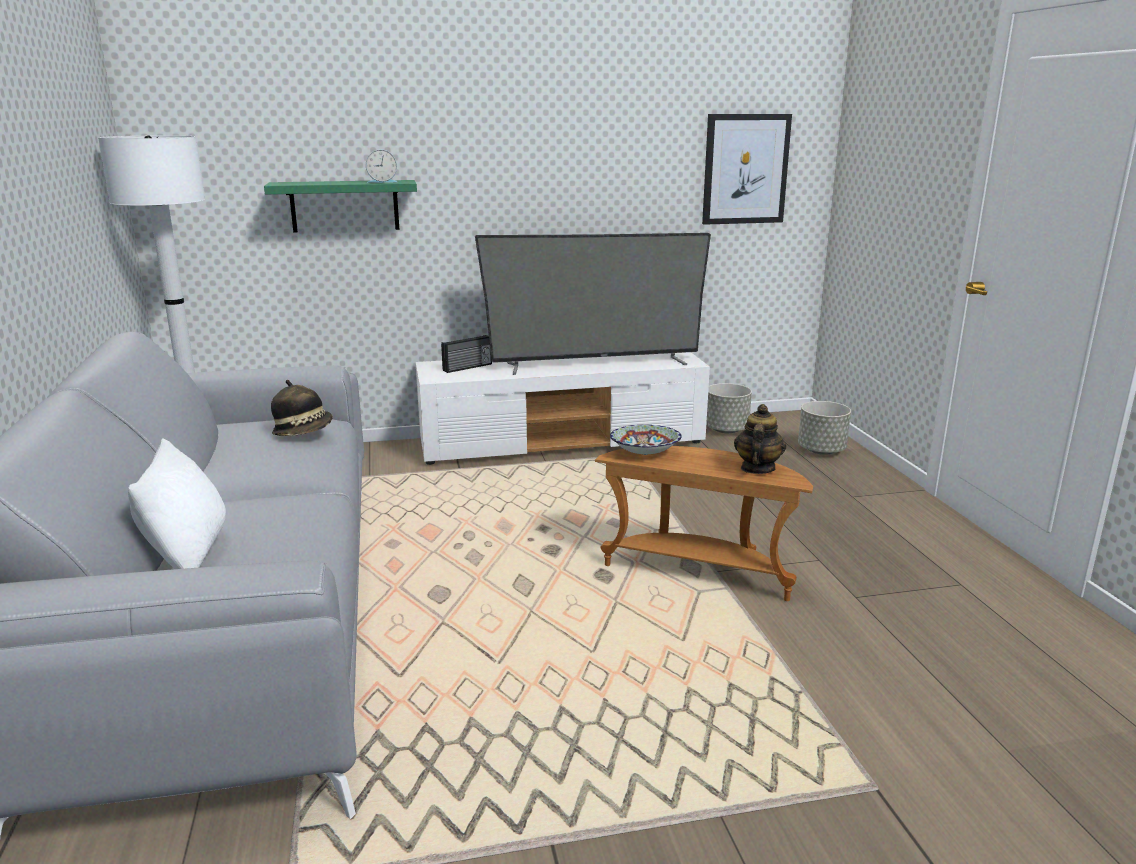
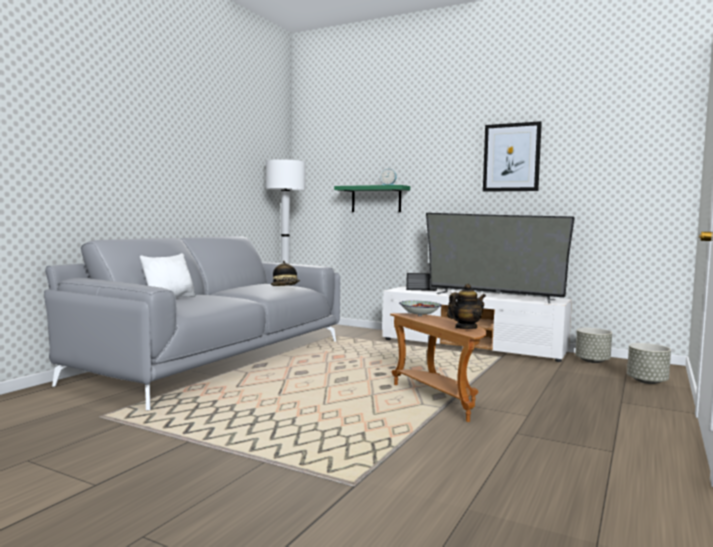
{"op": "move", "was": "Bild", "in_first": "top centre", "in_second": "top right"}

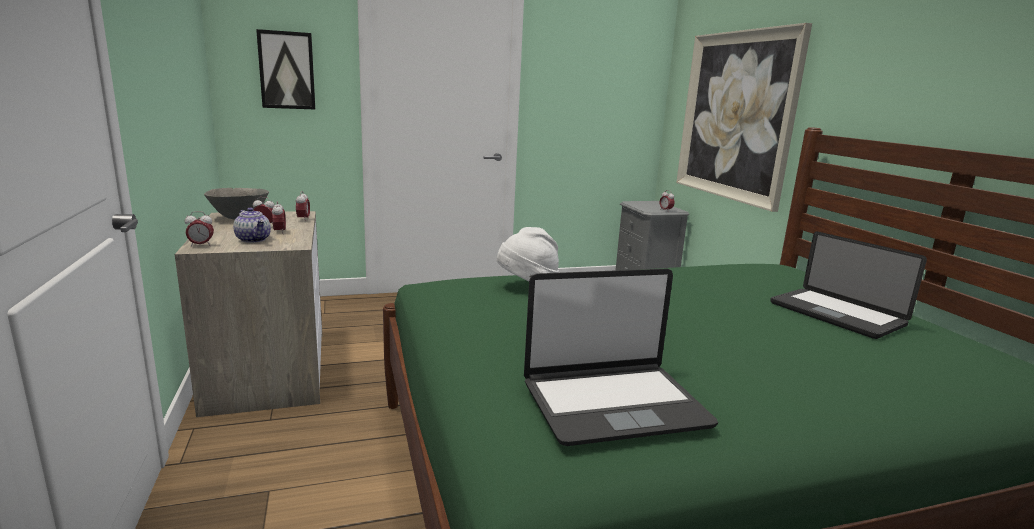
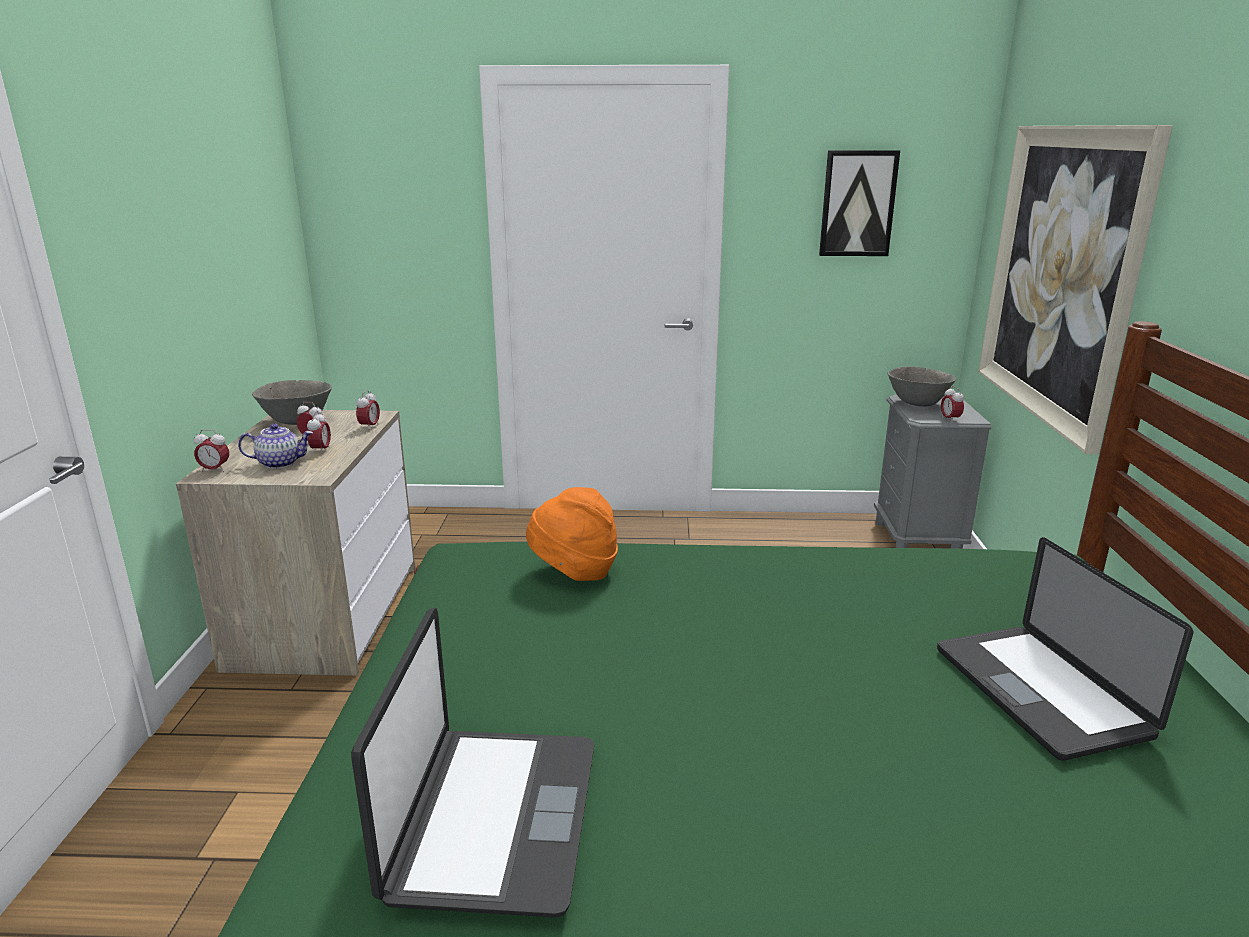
{"op": "insert", "now": "Schüssel [grau] (2nd from left)", "in_second": "middle right"}
{"op": "move", "was": "Bild (1st from left)", "in_first": "top left", "in_second": "top right"}
{"op": "recolor", "was": "Hut [weiß]", "now": "Hut [orange]", "in_first": "centre", "in_second": "centre"}
{"op": "rotate", "was": "Teekanne", "in_first": "middle left", "in_second": "middle left", "clockwise": -75}
{"op": "rotate", "was": "Laptop (1st from left)", "in_first": "bottom centre", "in_second": "bottom centre", "clockwise": -90}

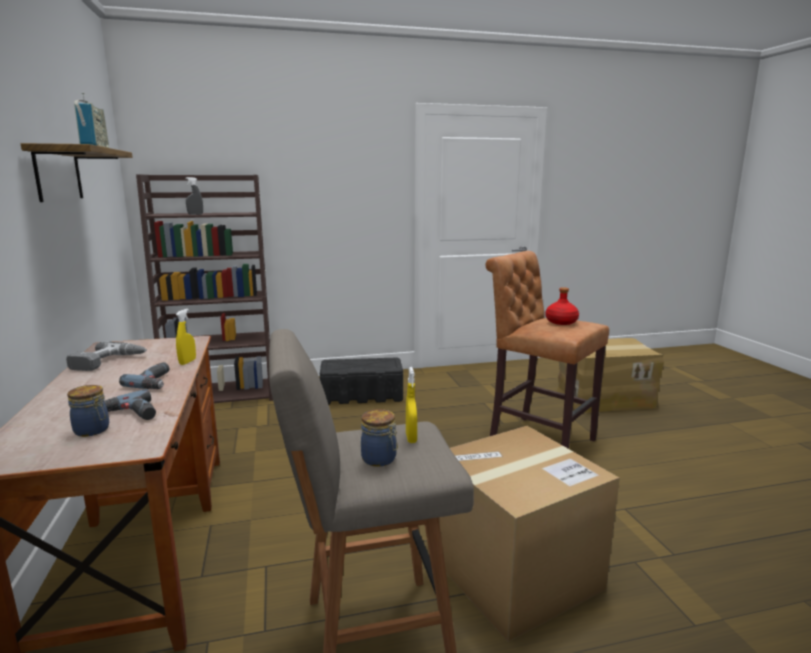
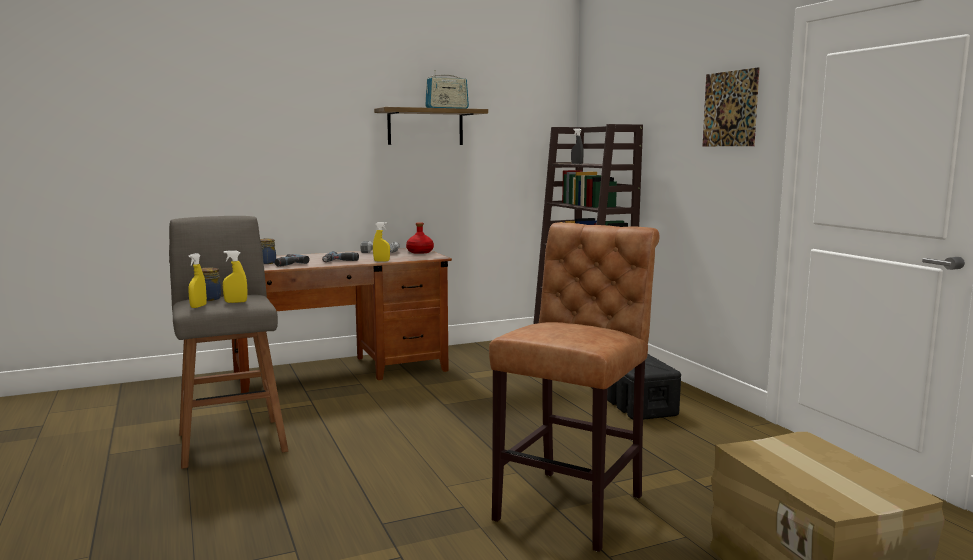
{"op": "delete", "was": "Karton (1st from left)", "in_first": "bottom centre"}
{"op": "insert", "now": "Sprühflasche [gelb] (1st from left)", "in_second": "middle left"}
{"op": "insert", "now": "Bild", "in_second": "top right"}
{"op": "move", "was": "Flasche [rot]", "in_first": "middle right", "in_second": "centre"}

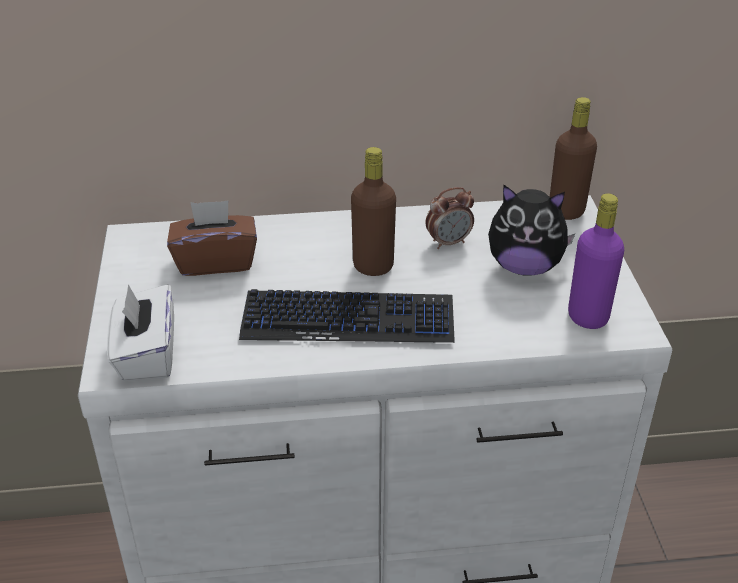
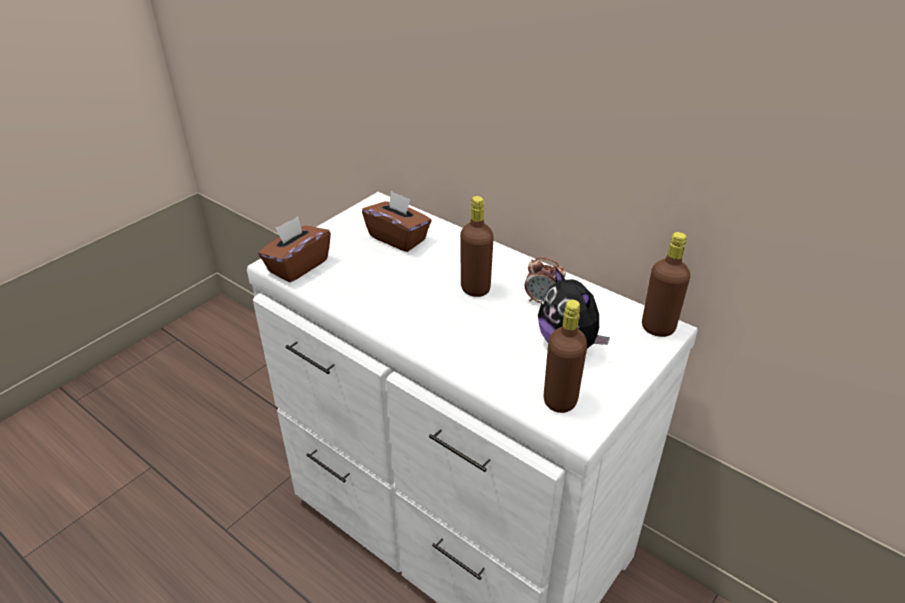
{"op": "delete", "was": "Tastatur", "in_first": "centre"}
{"op": "recolor", "was": "Taschentuchbox [weiß]", "now": "Taschentuchbox [braun] (1st from left)", "in_first": "middle left", "in_second": "middle left"}
{"op": "recolor", "was": "Flasche [lila]", "now": "Flasche [braun] (2nd from left)", "in_first": "middle right", "in_second": "centre"}

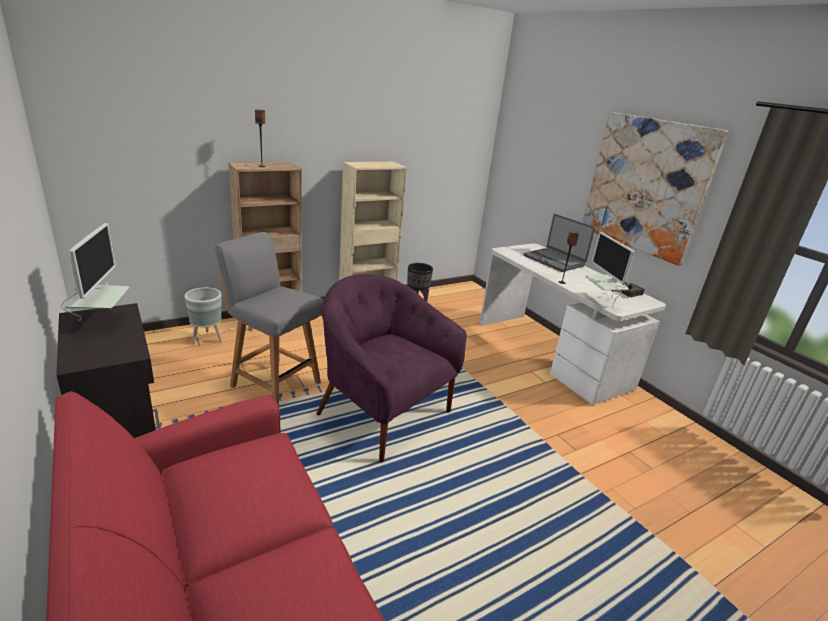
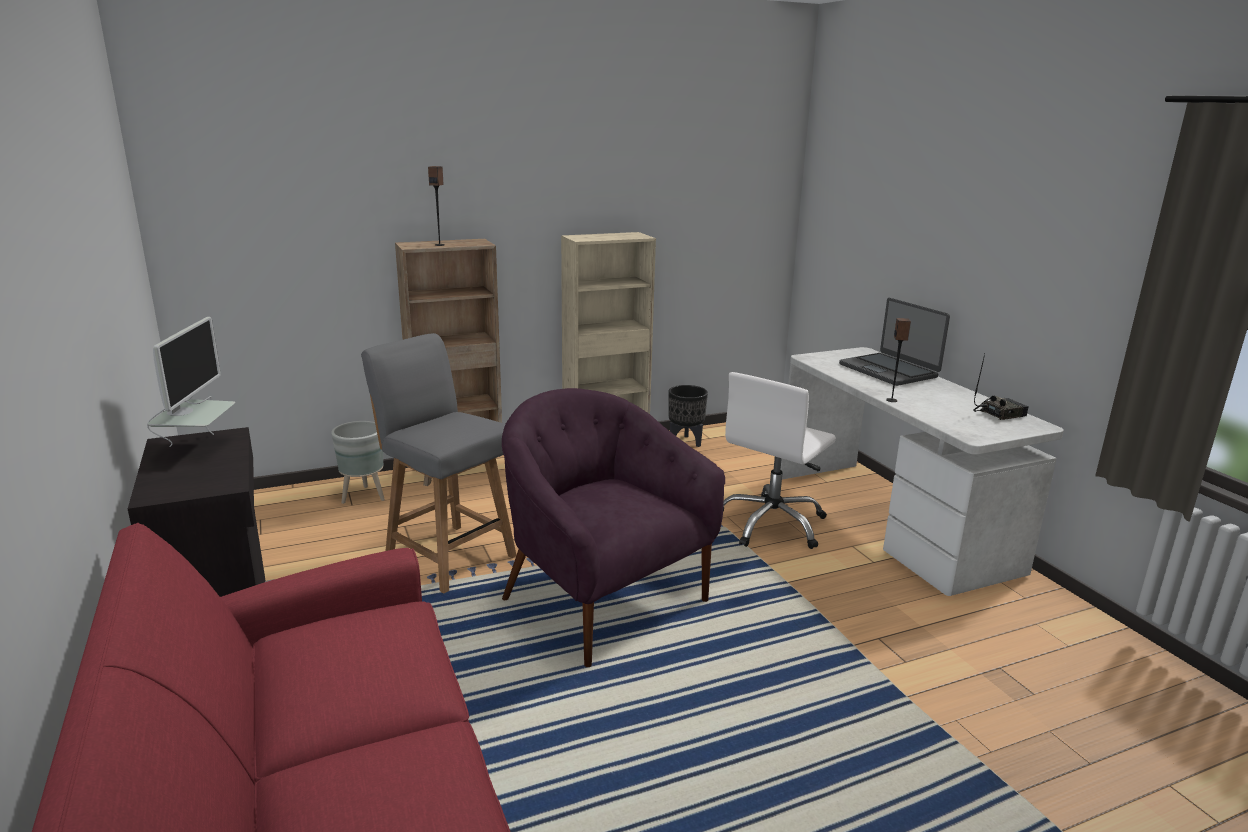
{"op": "delete", "was": "Bild", "in_first": "top right"}
{"op": "delete", "was": "Monitor (2nd from left)", "in_first": "middle right"}
{"op": "insert", "now": "Bürostuhl [weiß]", "in_second": "centre"}

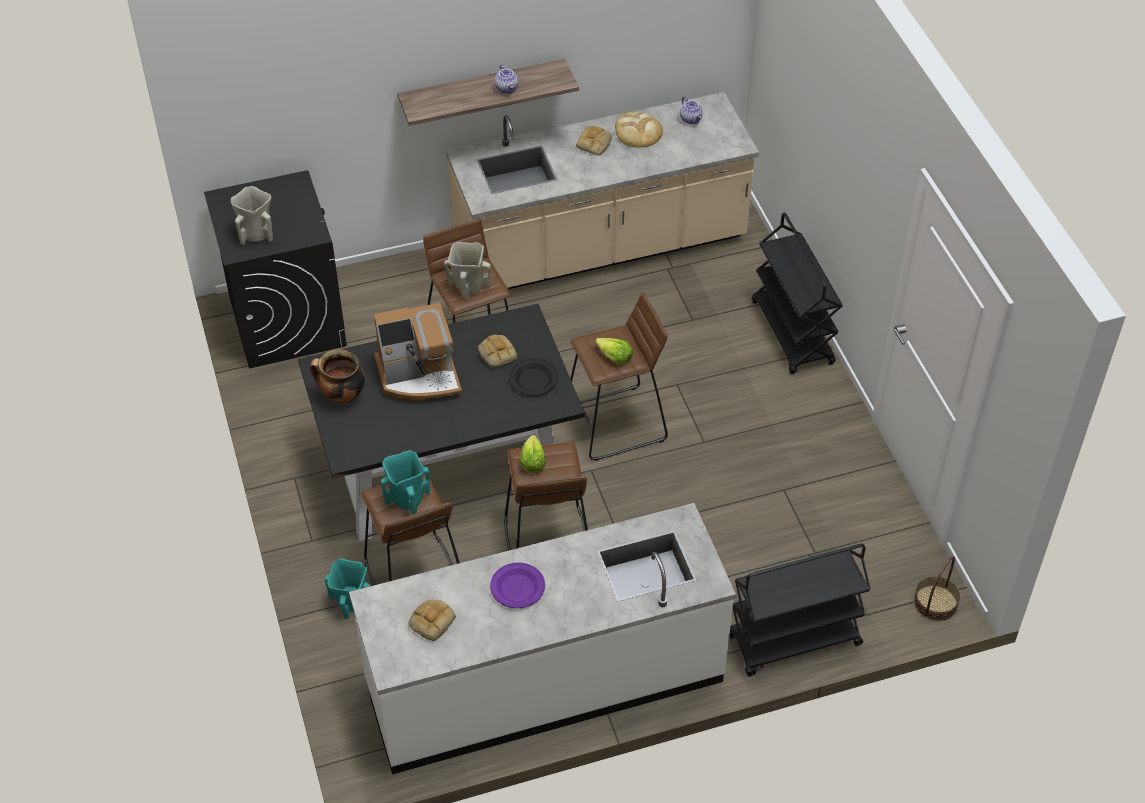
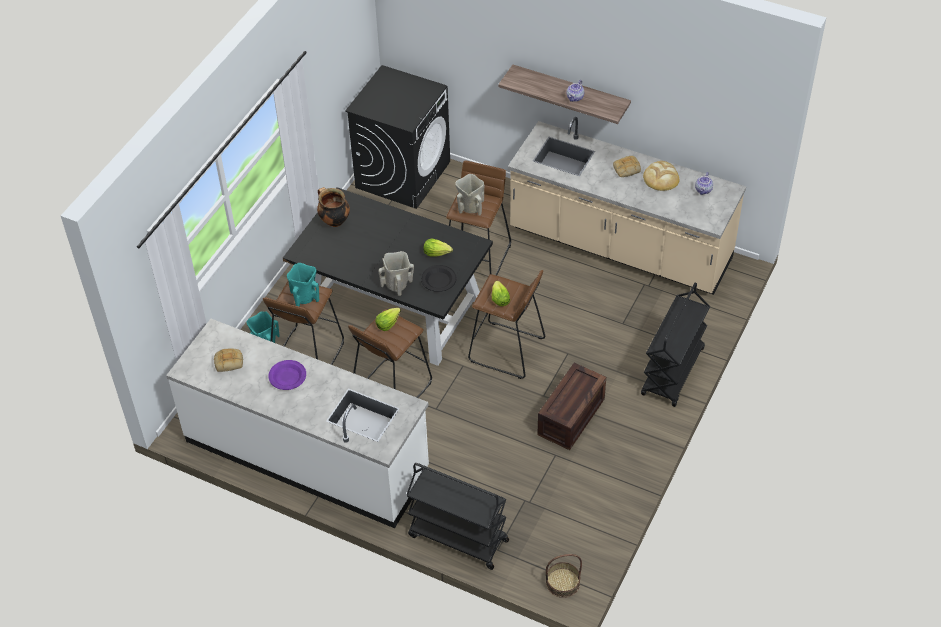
{"op": "delete", "was": "Kaffeemaschine", "in_first": "centre"}
{"op": "insert", "now": "Kiste", "in_second": "centre"}
{"op": "move", "was": "Vase [beige] (1st from left)", "in_first": "top left", "in_second": "centre"}
{"op": "replace", "was": "Brot (2nd from left)", "now": "Salatkopf (2nd from left)", "in_first": "centre", "in_second": "centre"}

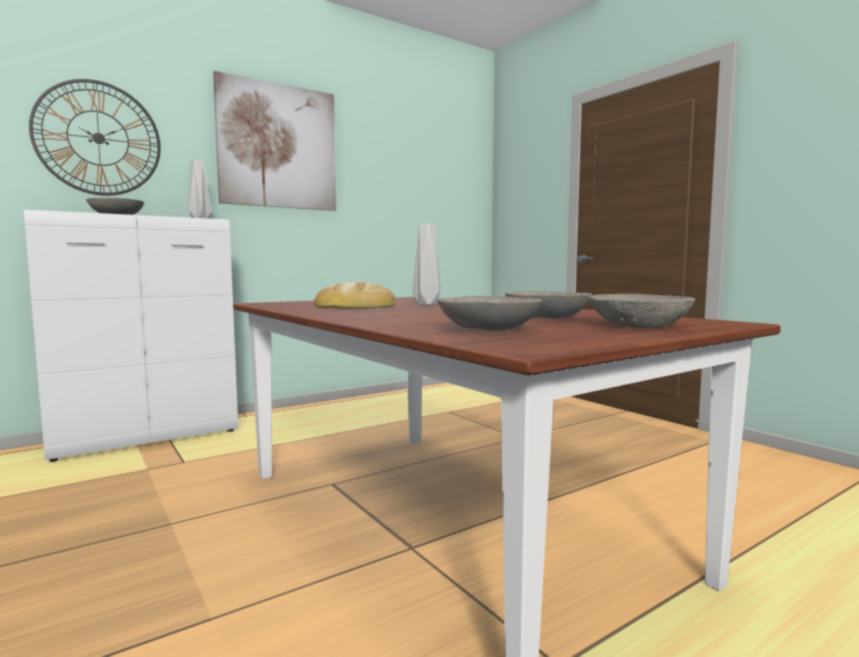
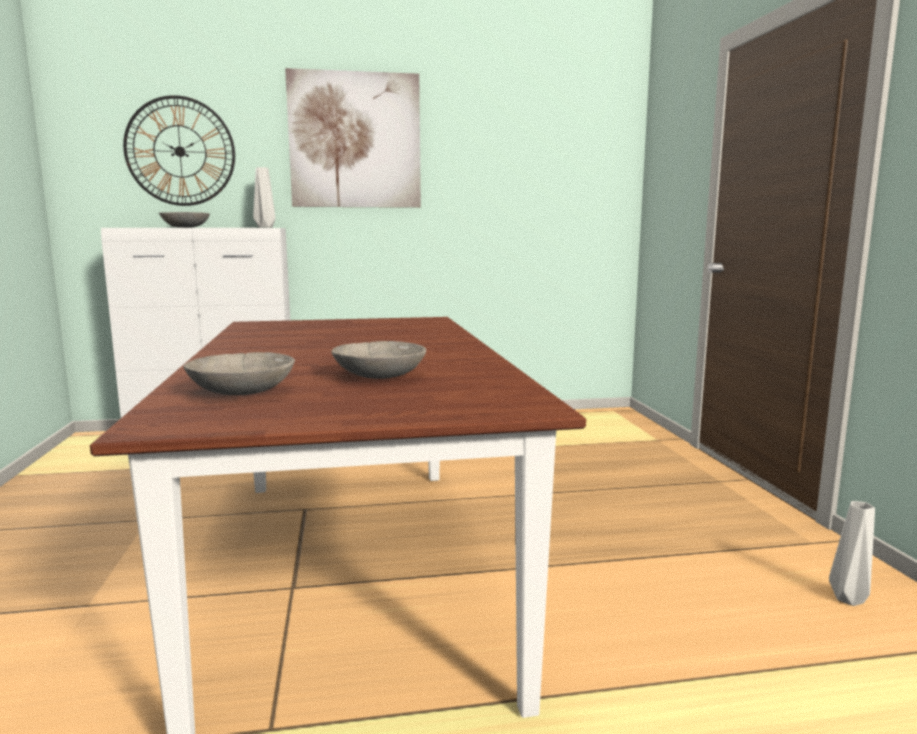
{"op": "delete", "was": "Brot", "in_first": "centre"}
{"op": "delete", "was": "Schüssel [grau] (4th from left)", "in_first": "middle right"}
{"op": "move", "was": "Vase [grau] (2nd from left)", "in_first": "centre", "in_second": "bottom right"}

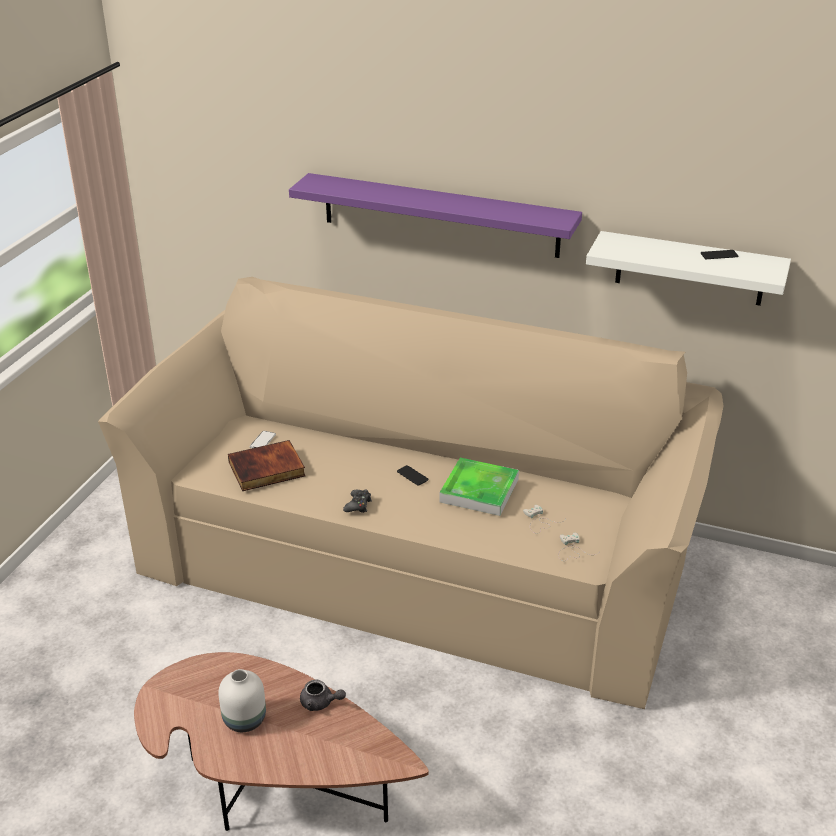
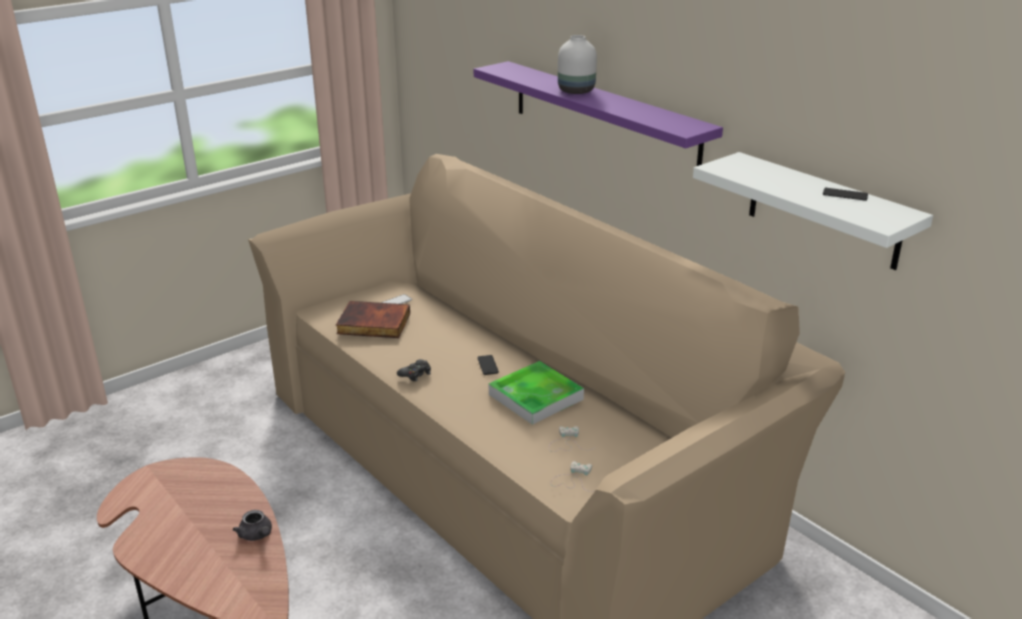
{"op": "move", "was": "Vase [weiß]", "in_first": "bottom left", "in_second": "top centre"}

